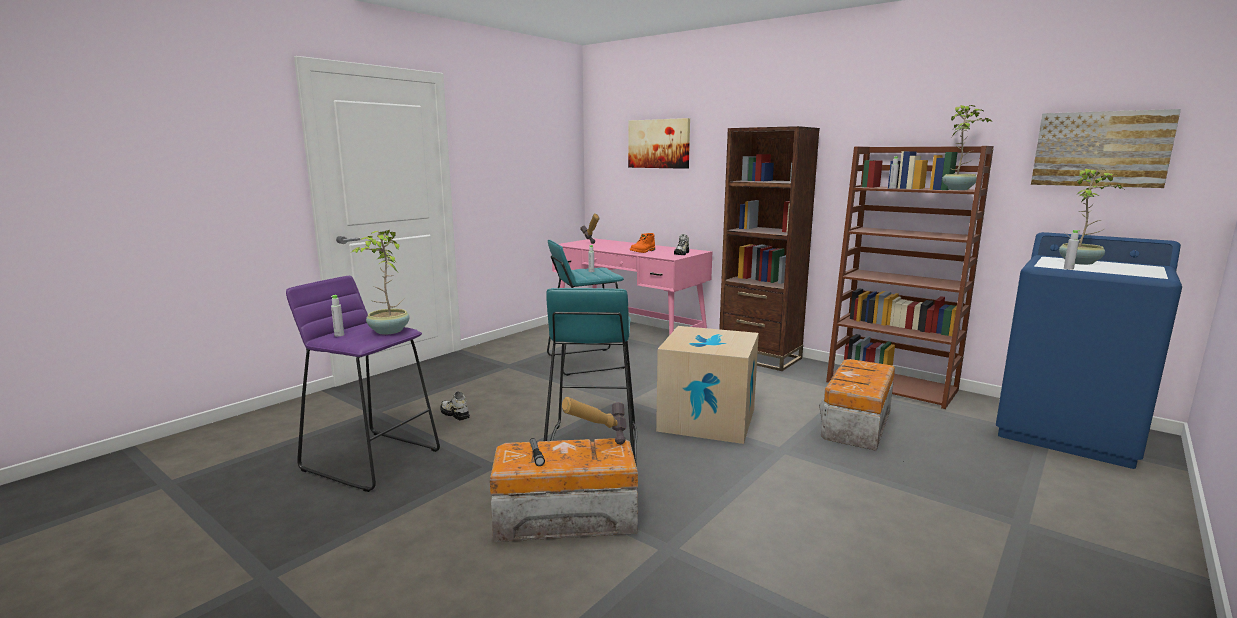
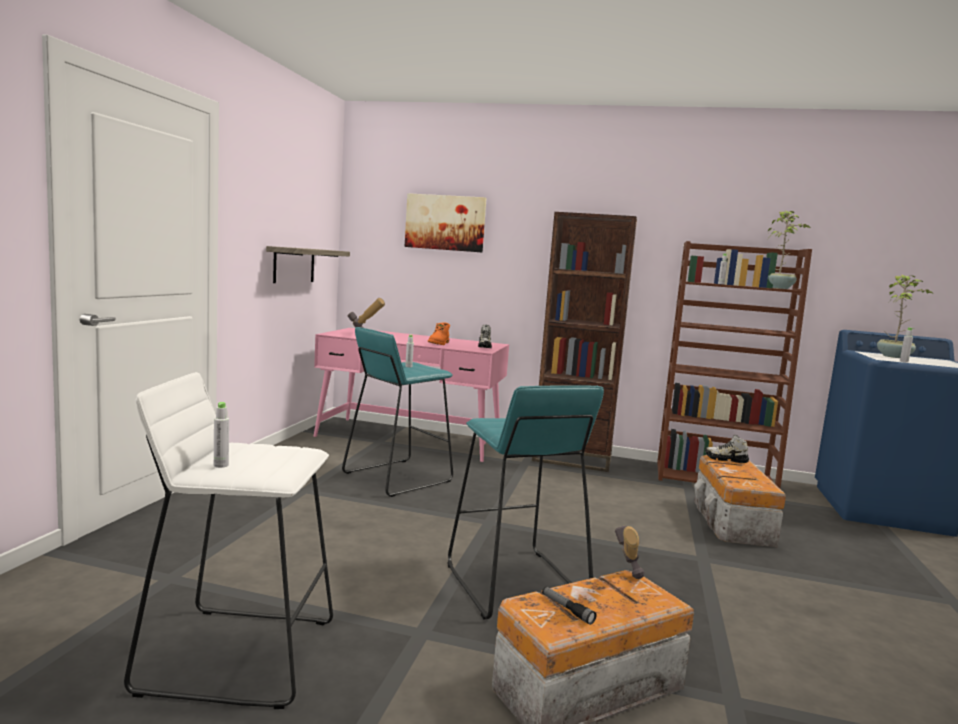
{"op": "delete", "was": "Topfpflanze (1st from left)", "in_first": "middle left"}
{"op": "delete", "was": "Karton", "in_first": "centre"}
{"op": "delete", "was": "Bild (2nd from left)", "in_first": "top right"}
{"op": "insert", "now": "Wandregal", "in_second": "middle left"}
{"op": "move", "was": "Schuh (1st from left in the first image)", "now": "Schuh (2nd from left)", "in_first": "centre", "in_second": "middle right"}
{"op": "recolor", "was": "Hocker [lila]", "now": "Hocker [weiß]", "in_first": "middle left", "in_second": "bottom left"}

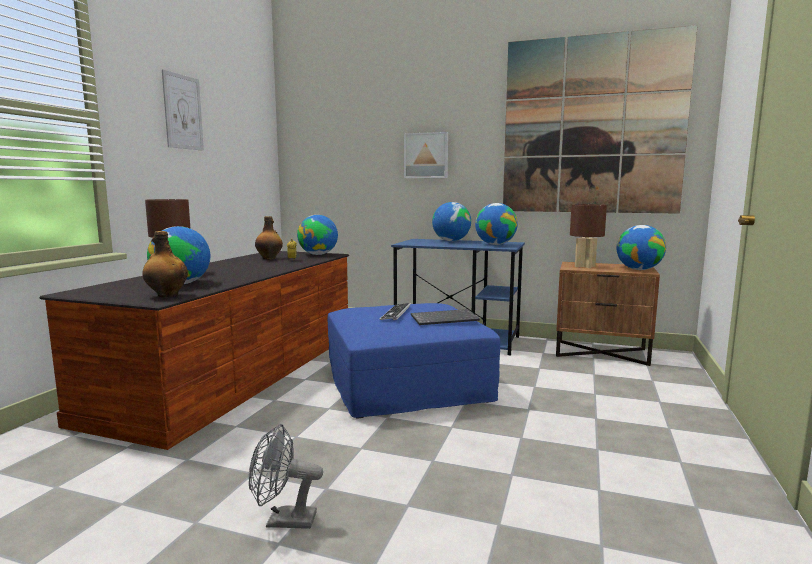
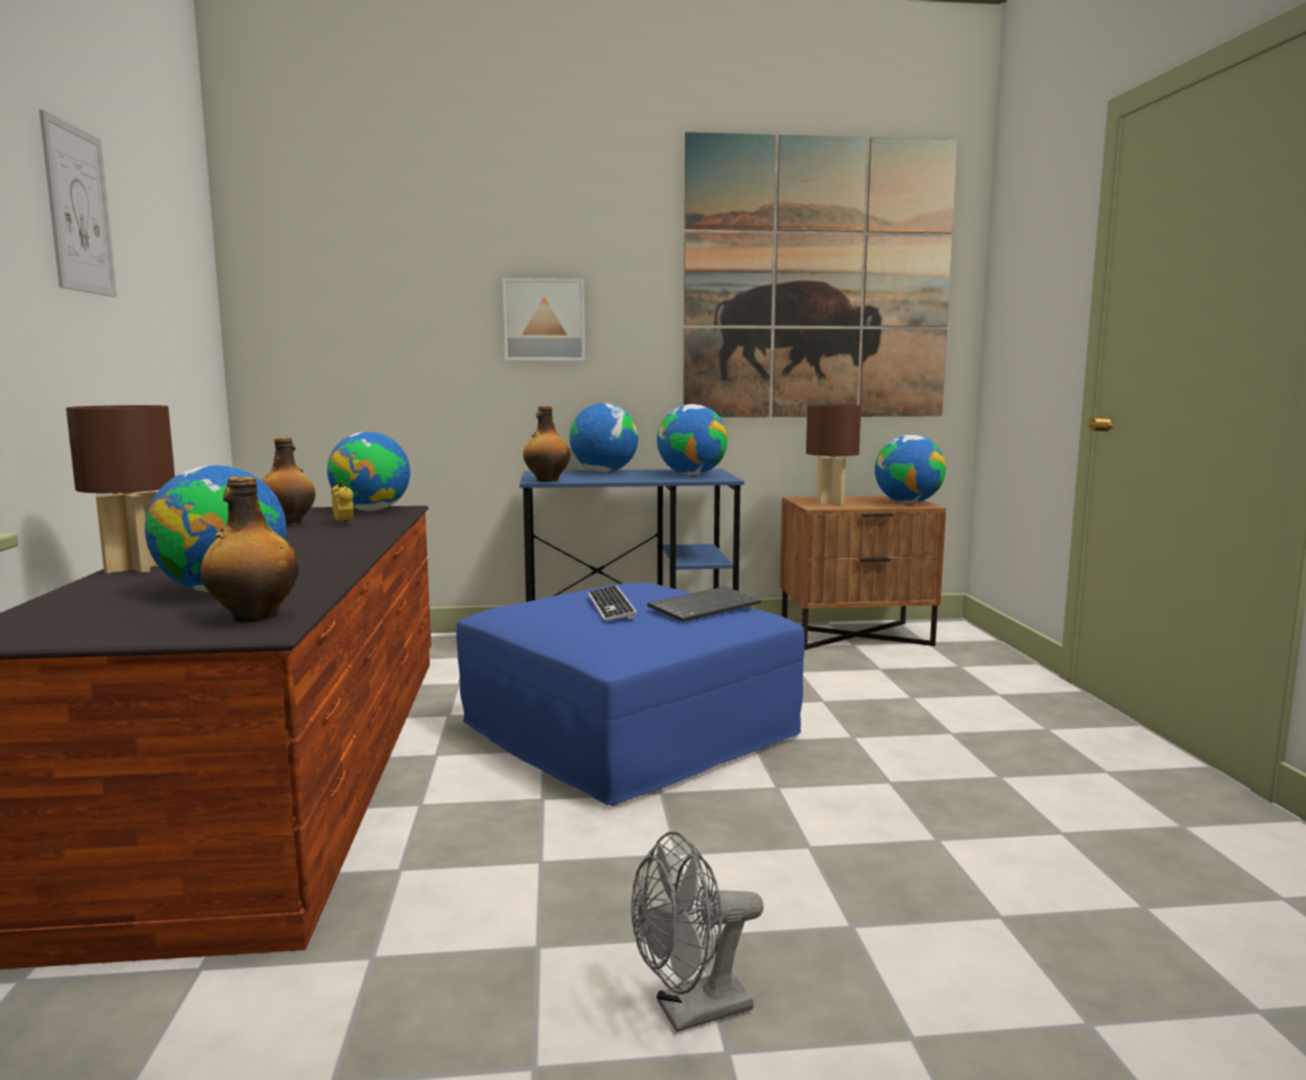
{"op": "insert", "now": "Flasche (3rd from left)", "in_second": "centre"}

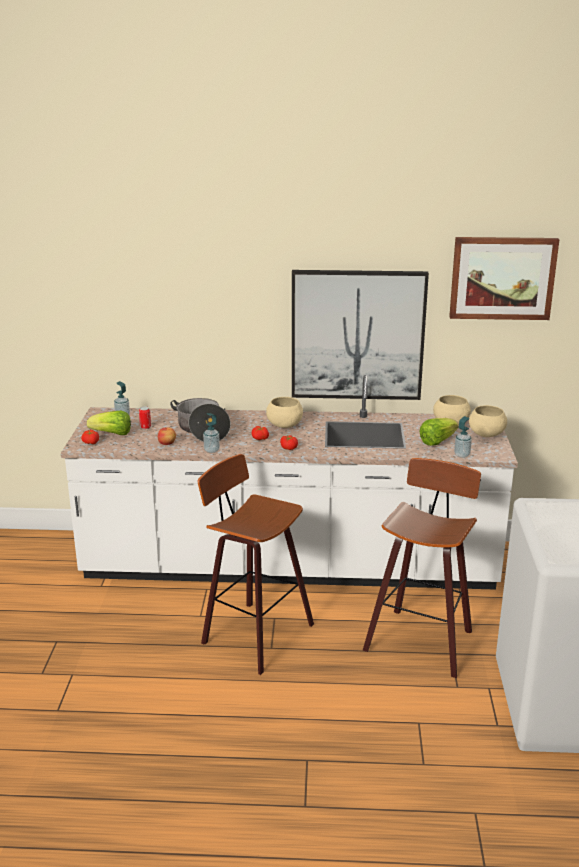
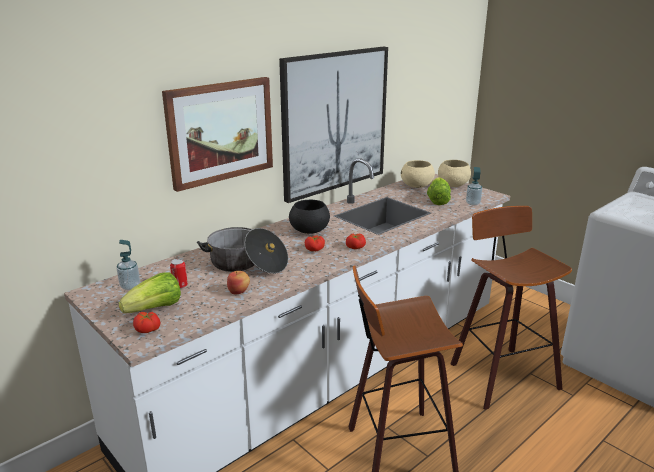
{"op": "delete", "was": "Seifenspender (2nd from left)", "in_first": "centre"}
{"op": "move", "was": "Bild (2nd from left in the first image)", "now": "Bild (1st from left)", "in_first": "top right", "in_second": "top left"}
{"op": "recolor", "was": "Schüssel [beige] (1st from left)", "now": "Schüssel [schwarz]", "in_first": "centre", "in_second": "centre"}

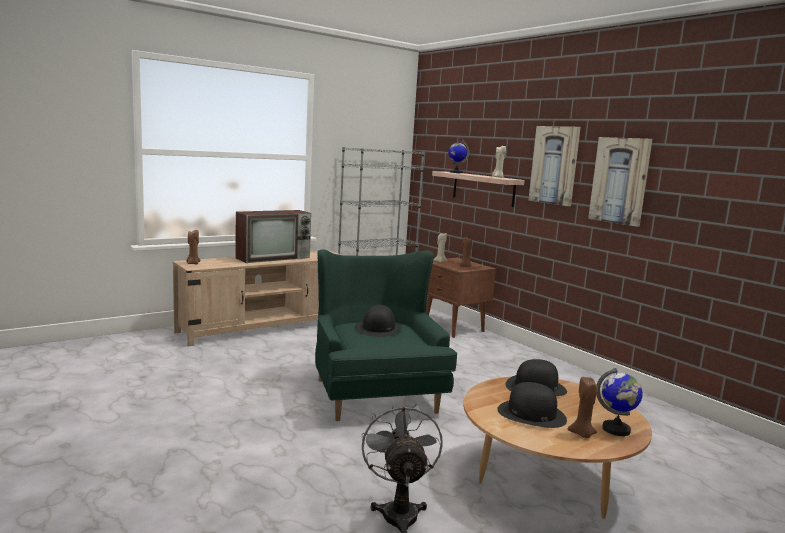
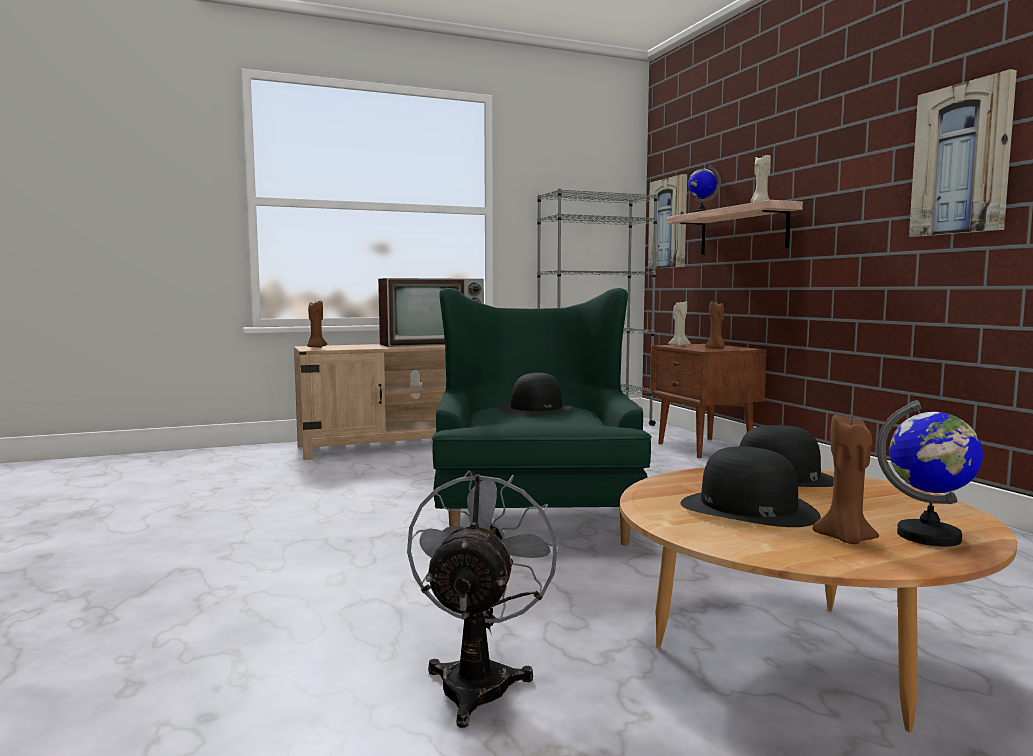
{"op": "move", "was": "Bild (1st from left)", "in_first": "top right", "in_second": "top centre"}

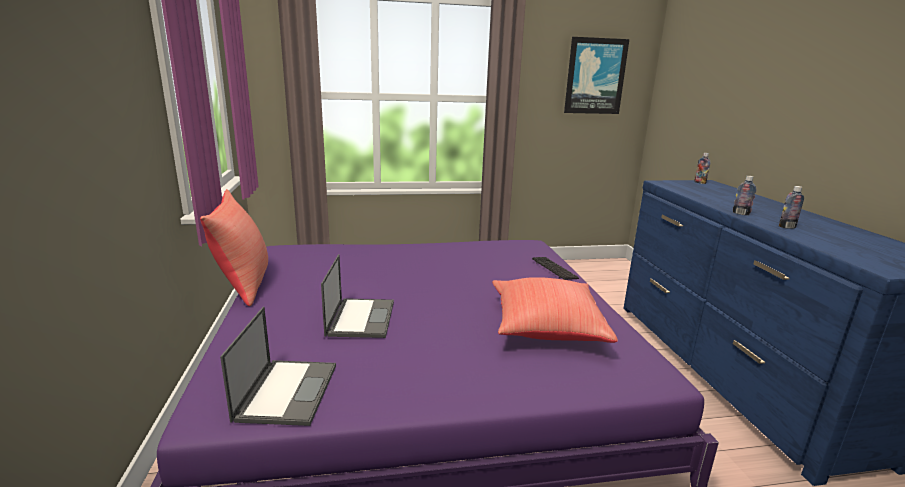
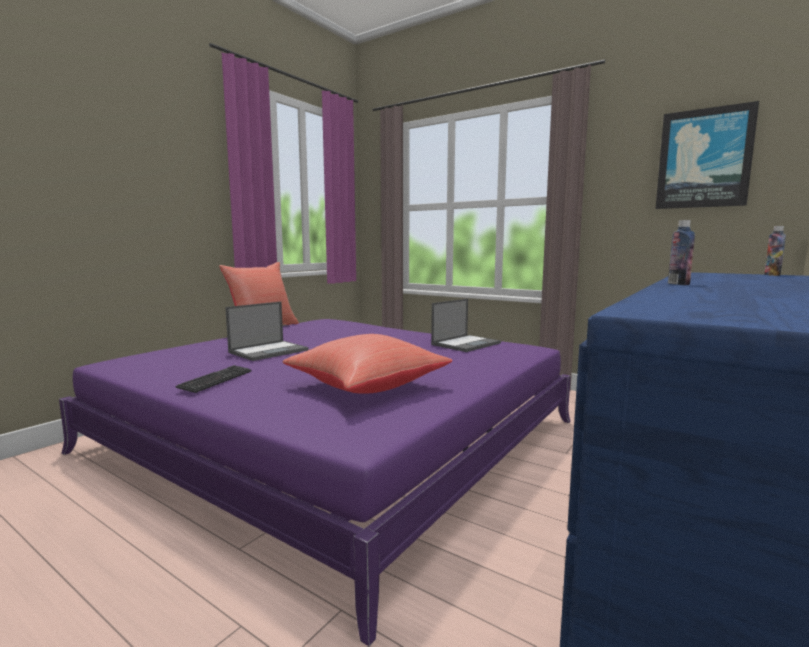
{"op": "delete", "was": "Flasche (3rd from left)", "in_first": "middle right"}
{"op": "move", "was": "Laptop (1st from left in the first image)", "now": "Laptop (2nd from left)", "in_first": "bottom left", "in_second": "centre"}
{"op": "move", "was": "Tastatur", "in_first": "centre", "in_second": "middle left"}

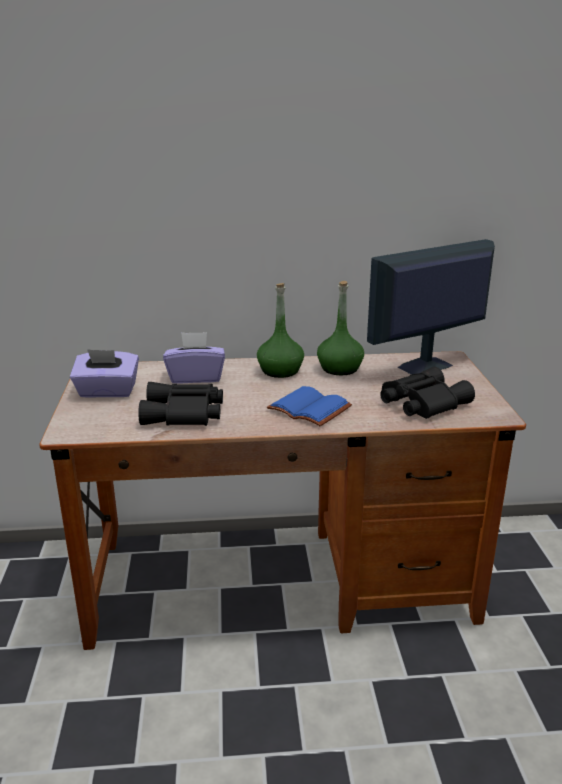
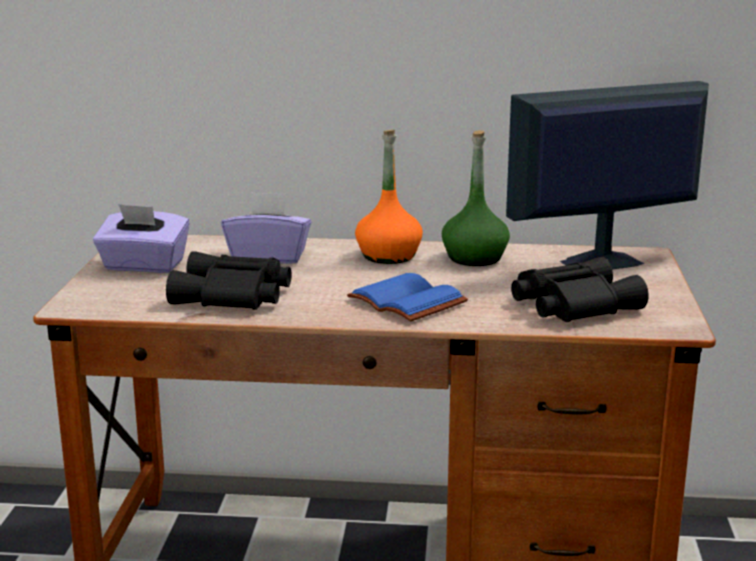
{"op": "recolor", "was": "Flasche [grün] (1st from left)", "now": "Flasche [orange]", "in_first": "centre", "in_second": "centre"}

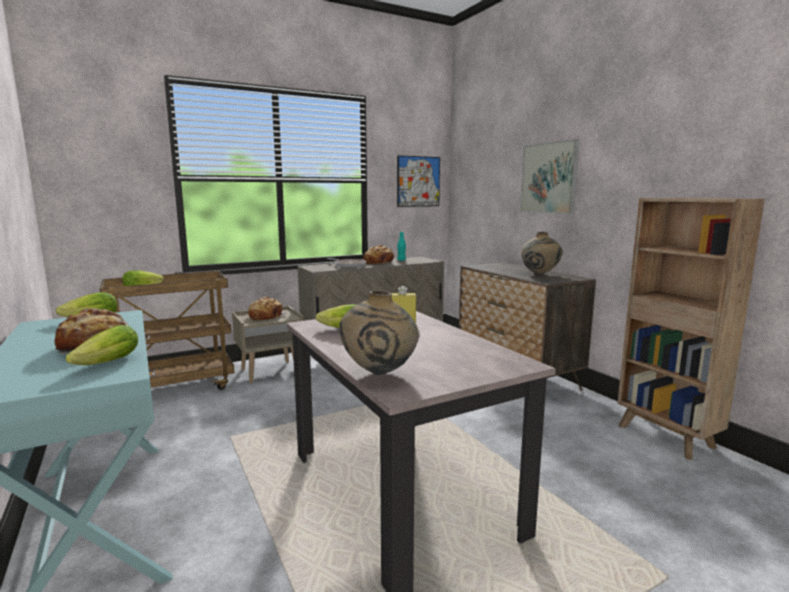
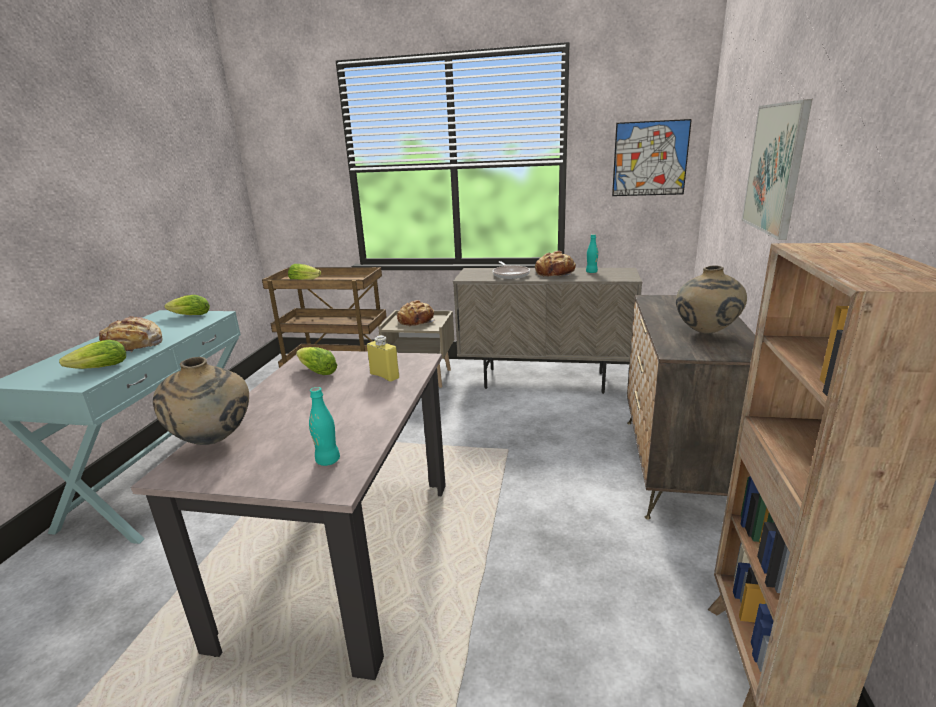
{"op": "insert", "now": "Flasche [türkis] (1st from left)", "in_second": "centre"}

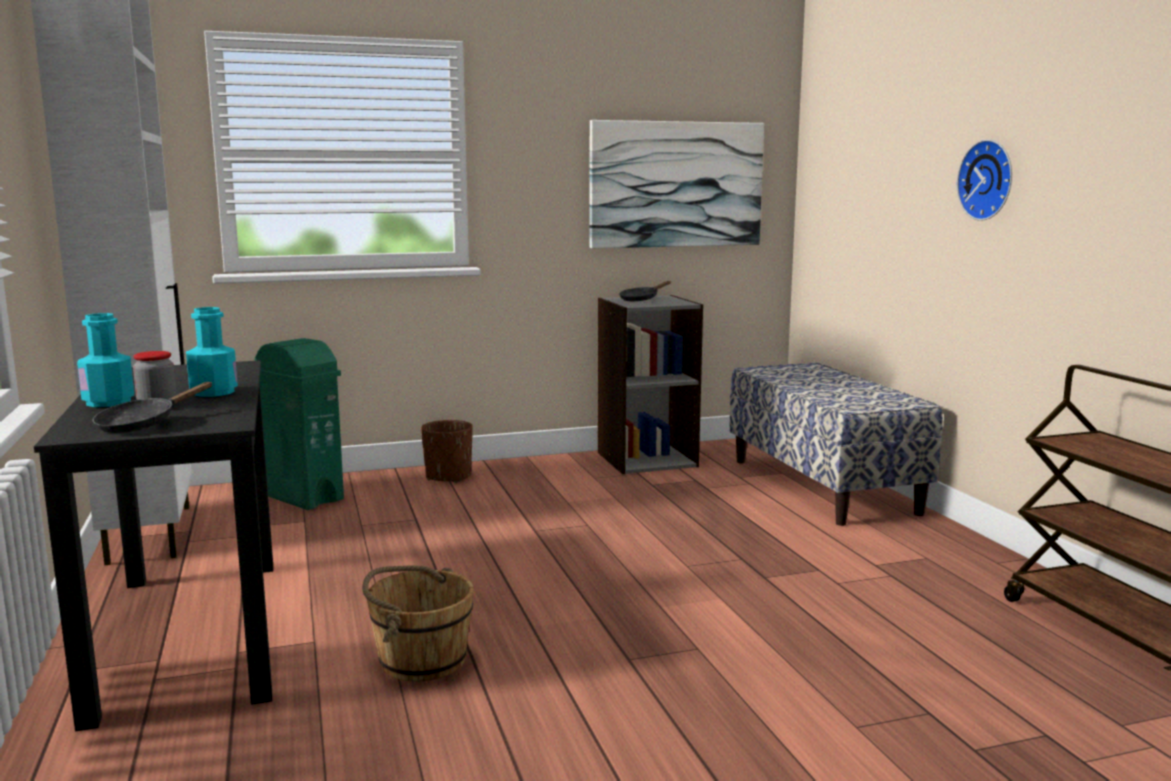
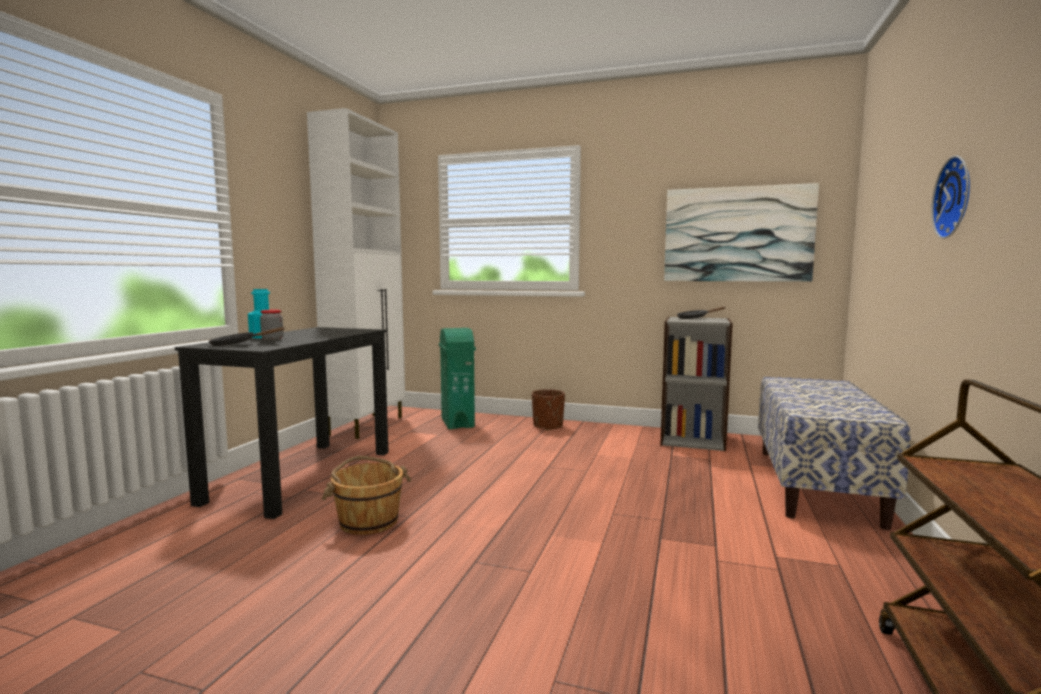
{"op": "delete", "was": "Flasche [türkis] (2nd from left)", "in_first": "middle left"}

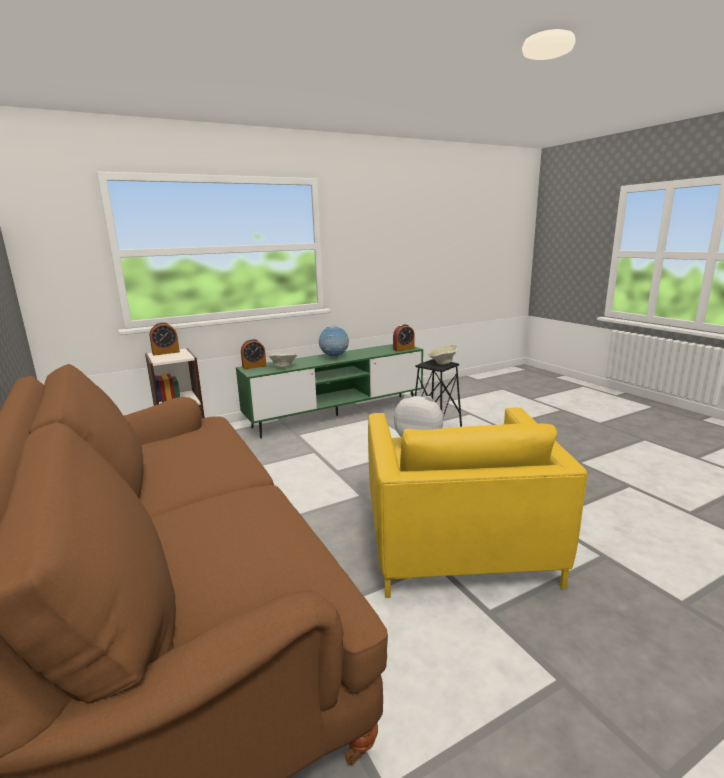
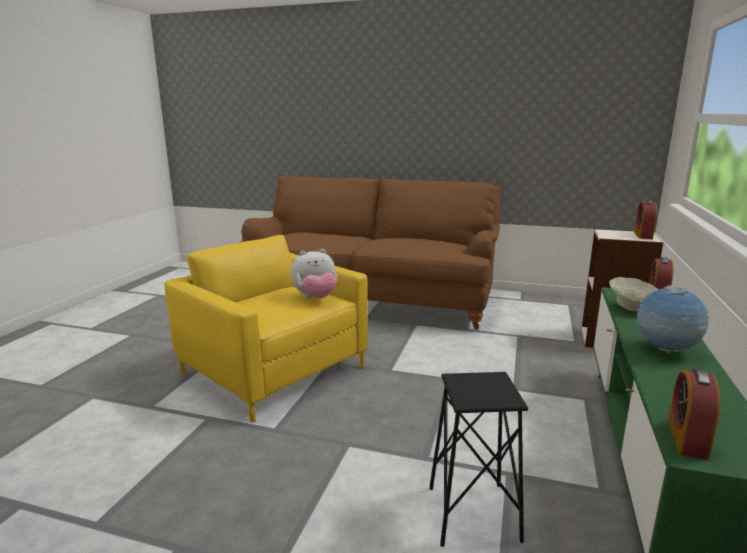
{"op": "delete", "was": "Schüssel [beige] (2nd from left)", "in_first": "centre"}

